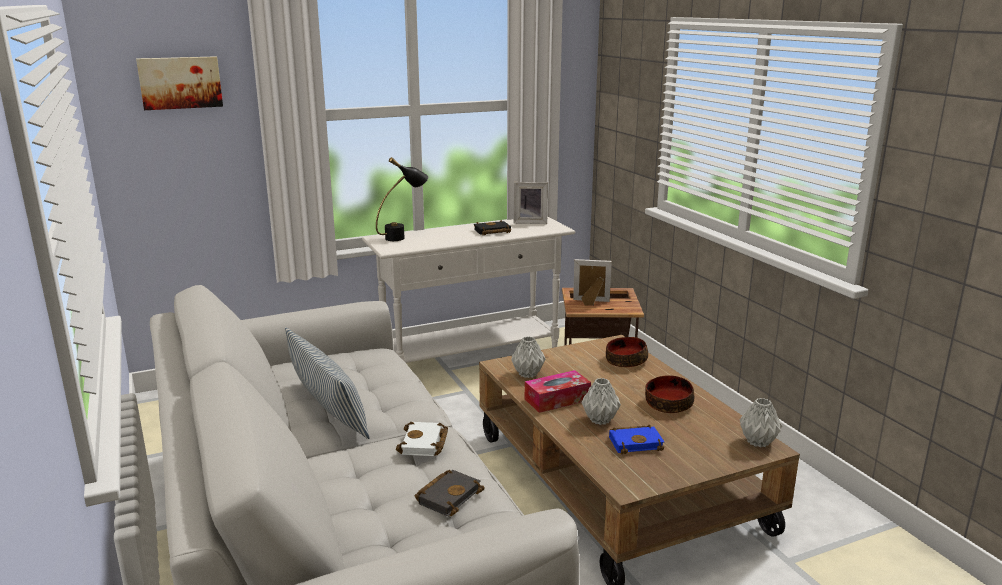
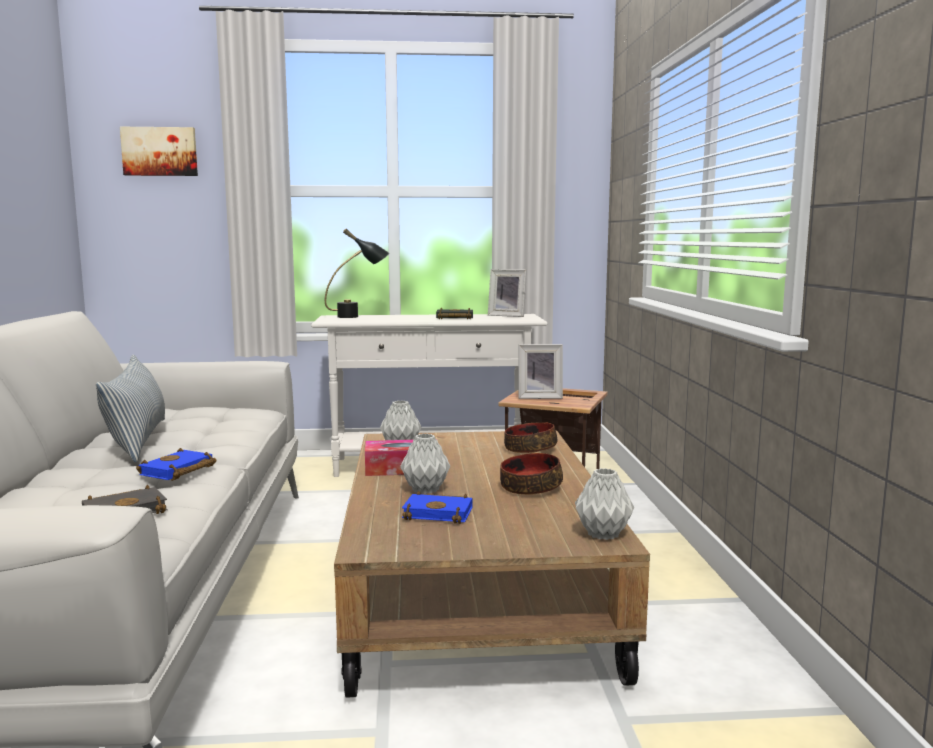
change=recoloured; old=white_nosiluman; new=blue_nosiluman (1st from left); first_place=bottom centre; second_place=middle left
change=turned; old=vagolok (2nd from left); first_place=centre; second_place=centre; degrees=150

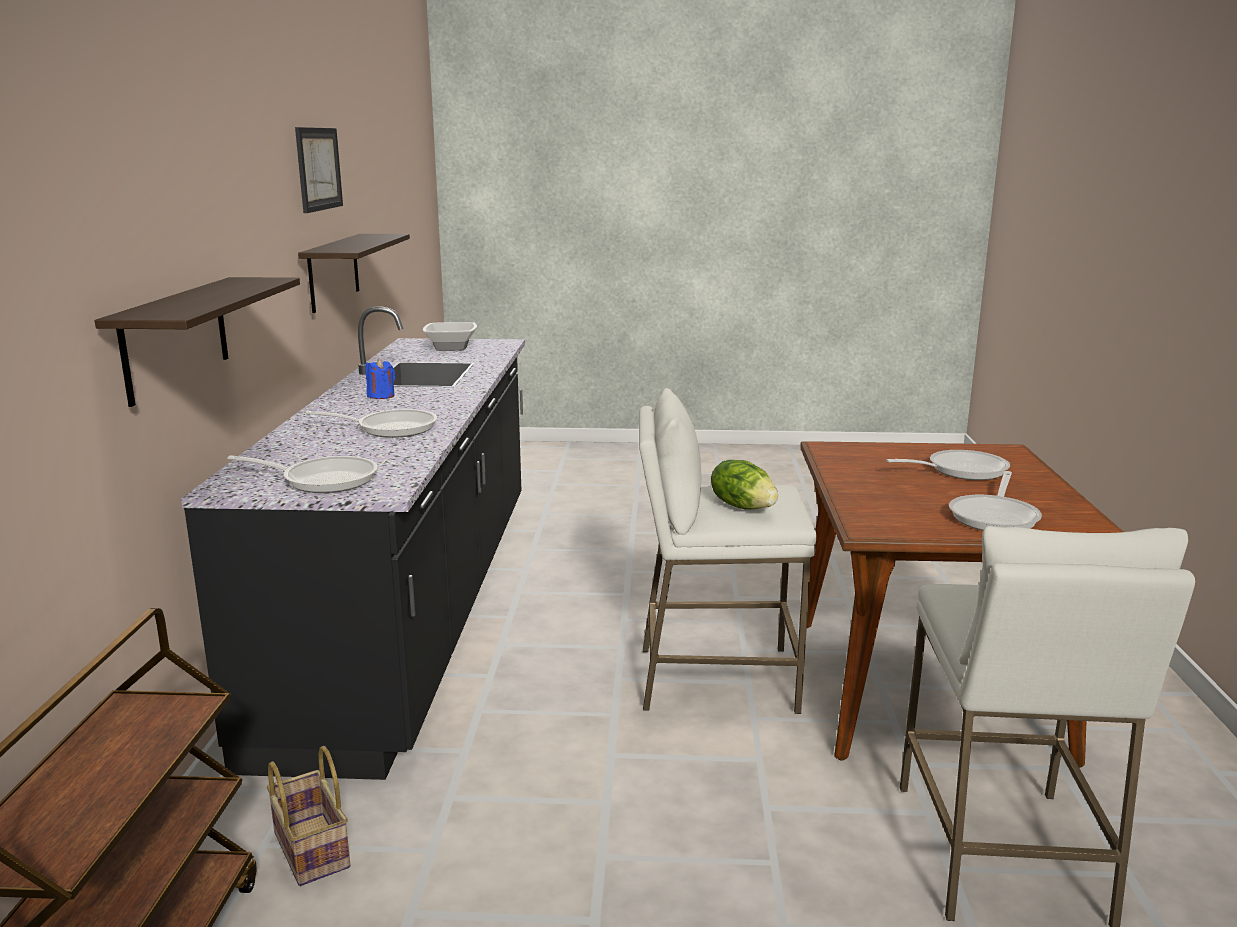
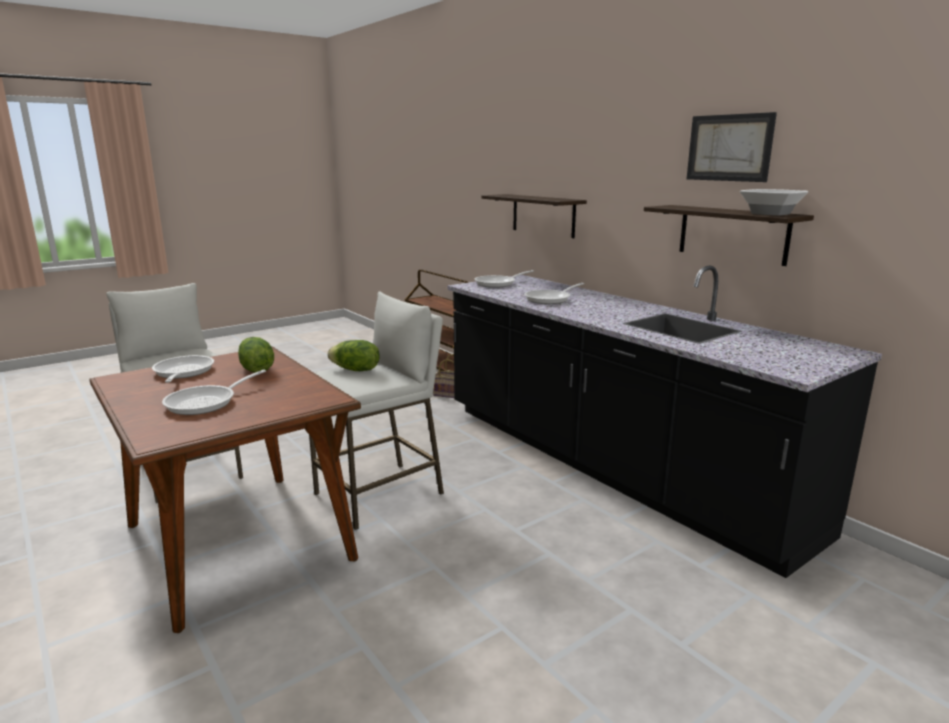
change=removed; old=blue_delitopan; first_place=middle left
change=added; new=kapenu (1st from left); second_place=middle left
change=moved; old=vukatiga; first_place=centre; second_place=top right

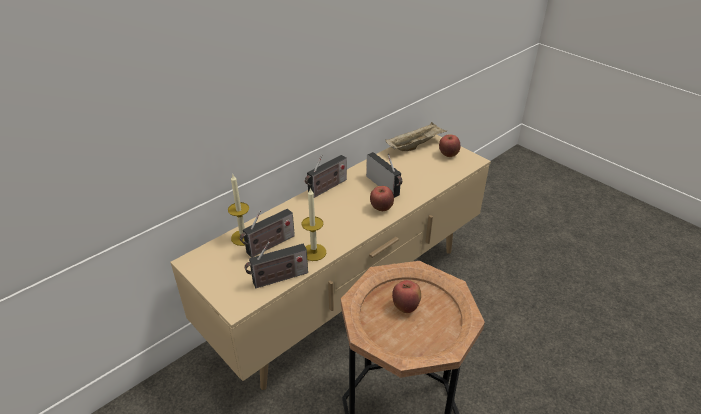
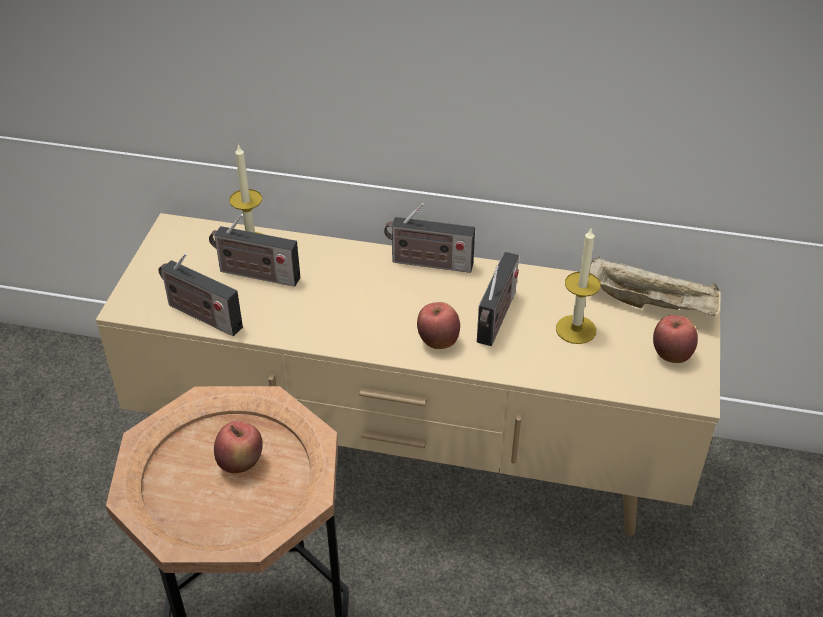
change=moved; old=delitopan (2nd from left); first_place=centre; second_place=middle right

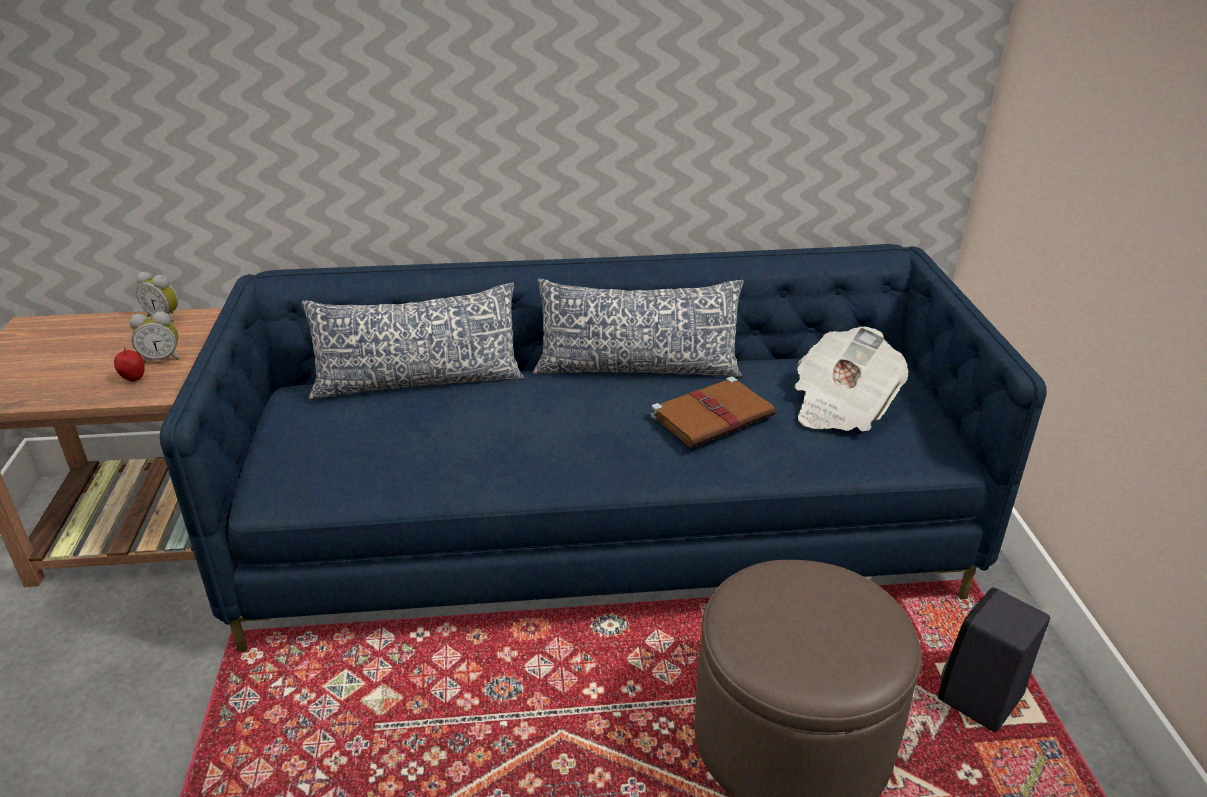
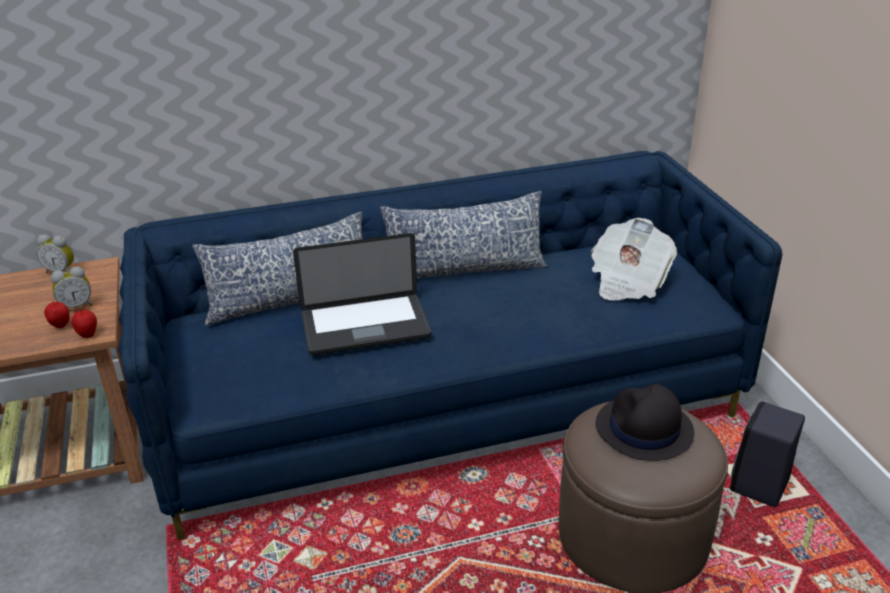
change=removed; old=brown_nosiluman; first_place=centre
change=added; new=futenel (2nd from left); second_place=middle left
change=added; new=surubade; second_place=centre
change=added; new=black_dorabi; second_place=bottom right

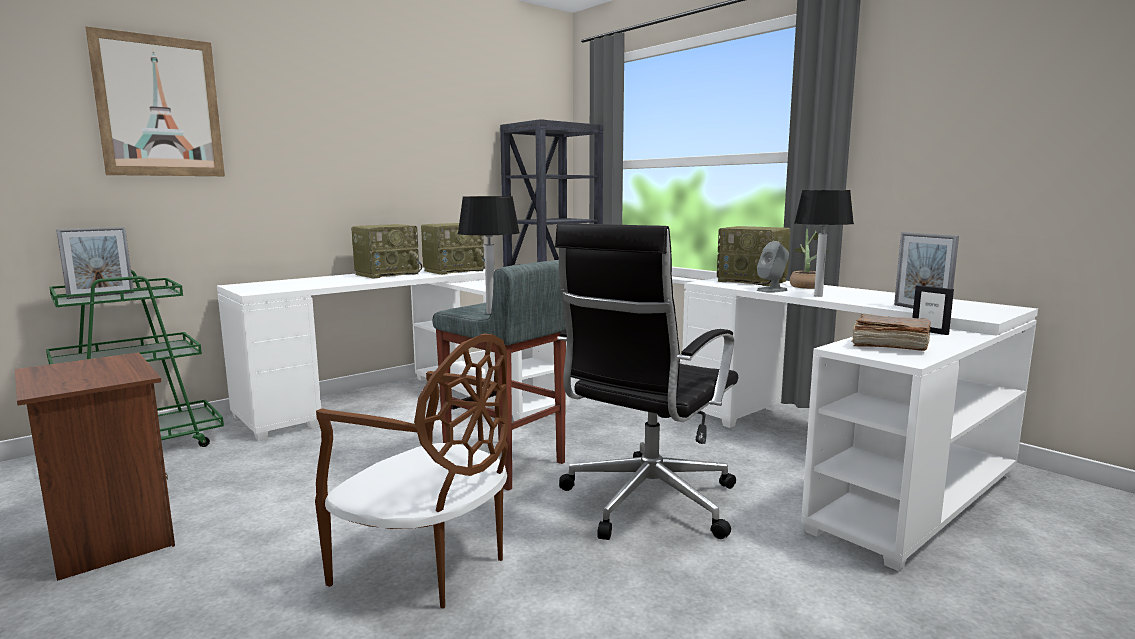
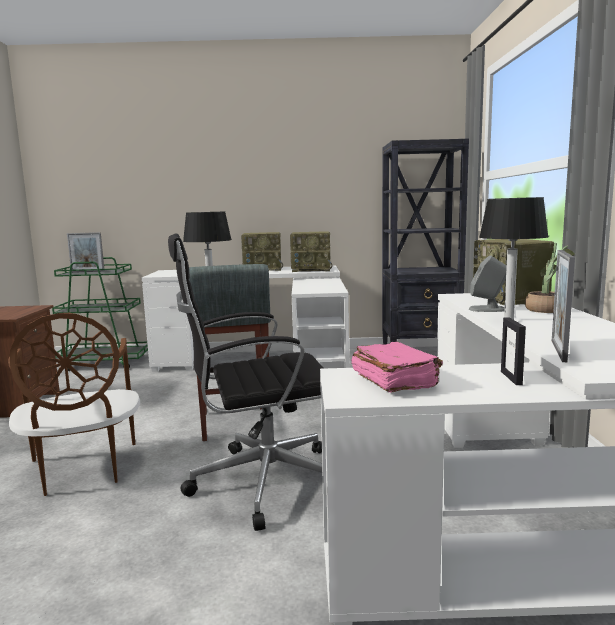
change=removed; old=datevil; first_place=top left
change=recoloured; old=brown_nosiluman; new=pink_nosiluman; first_place=middle right; second_place=centre

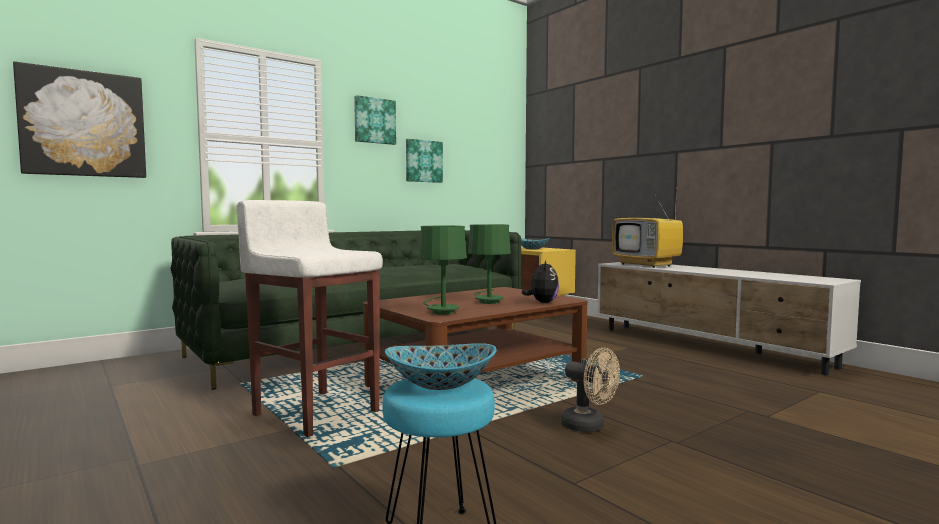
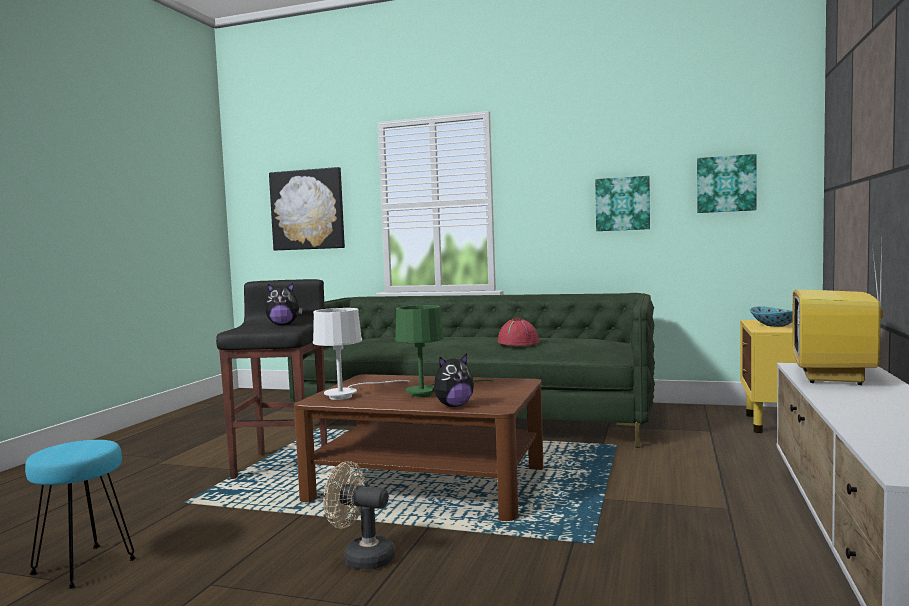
change=removed; old=vukatiga (1st from left); first_place=bottom centre
change=added; new=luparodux (1st from left); second_place=middle left
change=added; new=red_dorabi; second_place=centre
change=moved; old=datevil (2nd from left in the first image); new=datevil (3rd from left); first_place=top centre; second_place=top right
change=recoloured; old=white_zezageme; new=black_zezageme; first_place=middle left; second_place=middle left
change=recoloured; old=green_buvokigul (1st from left); new=white_buvokigul; first_place=centre; second_place=centre
change=turned; old=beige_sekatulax; first_place=bottom centre; second_place=bottom centre; degrees=105

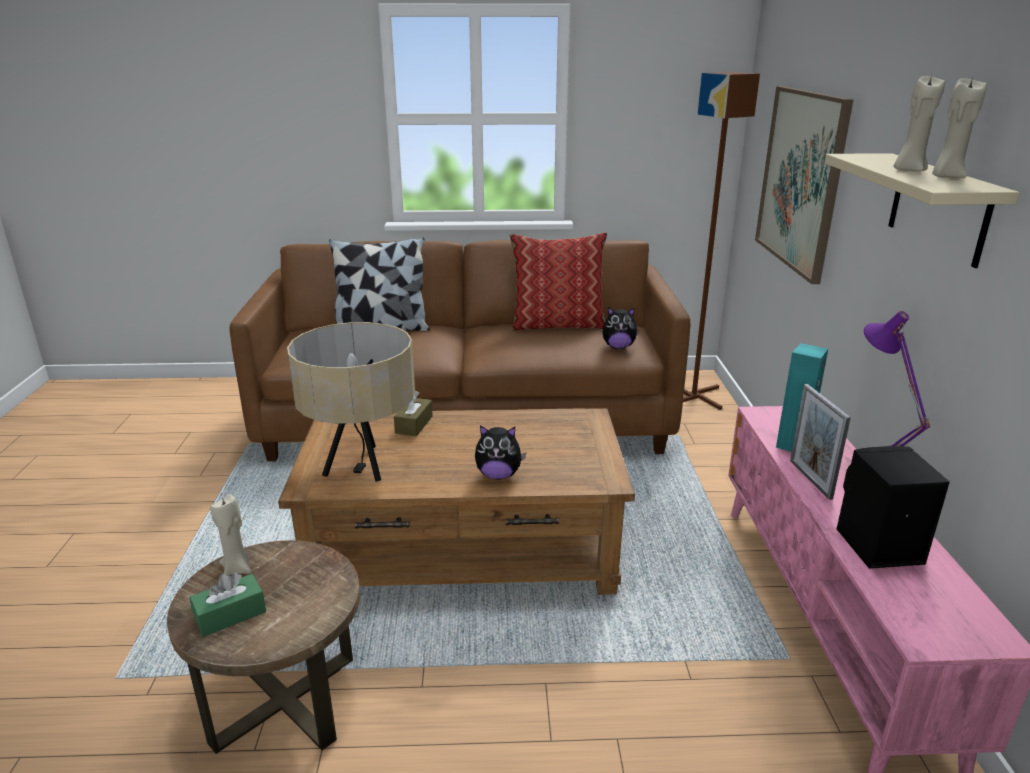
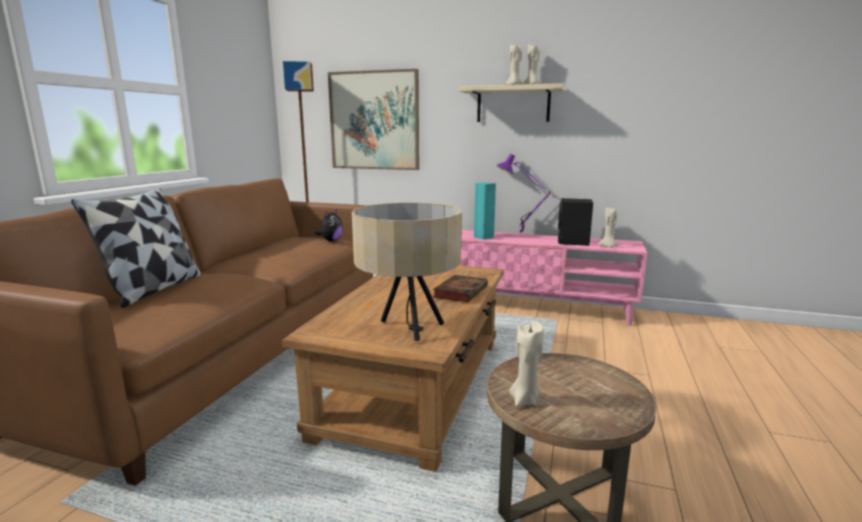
change=removed; old=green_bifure; first_place=bottom left
change=removed; old=brown_bifure; first_place=centre
change=removed; old=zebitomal (2nd from left); first_place=centre
change=removed; old=vagolok; first_place=middle right
change=added; new=beige_delitopan (4th from left); second_place=middle right
change=replaced; old=luparodux (1st from left); new=nosiluman; first_place=centre; second_place=centre

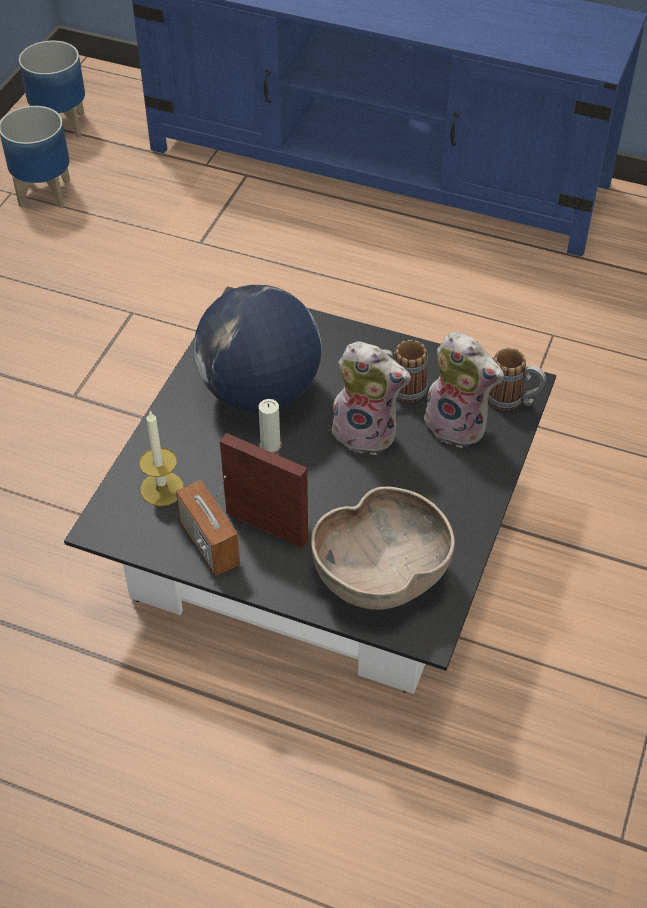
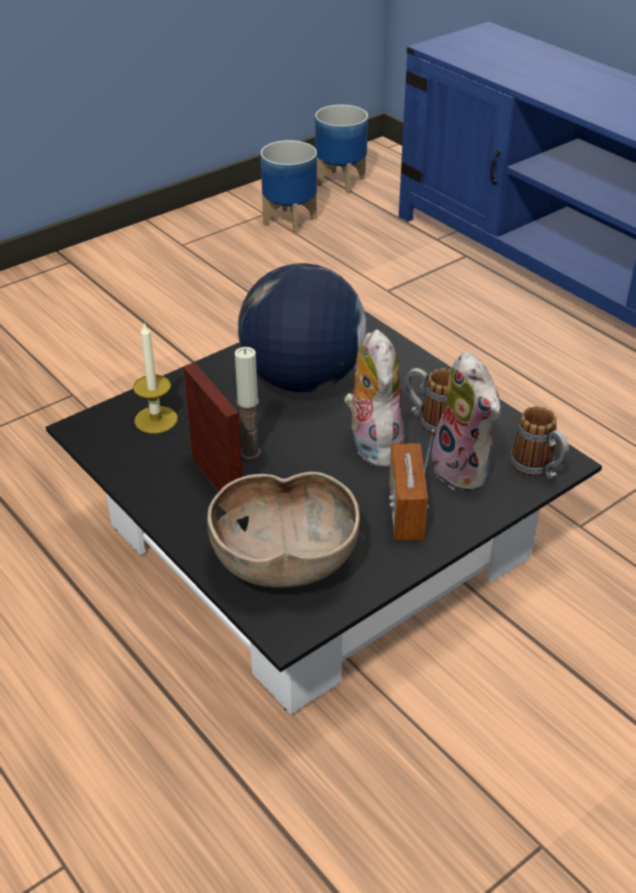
change=moved; old=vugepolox; first_place=middle left; second_place=centre
change=turned; old=luparodux (1st from left); first_place=centre; second_place=centre; degrees=-150

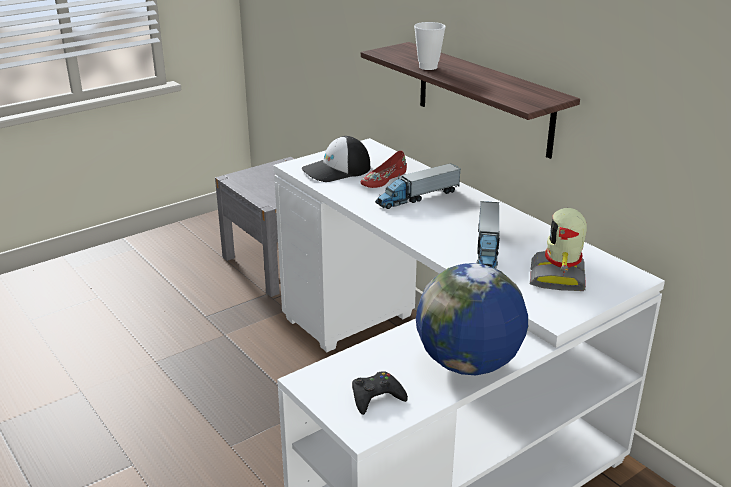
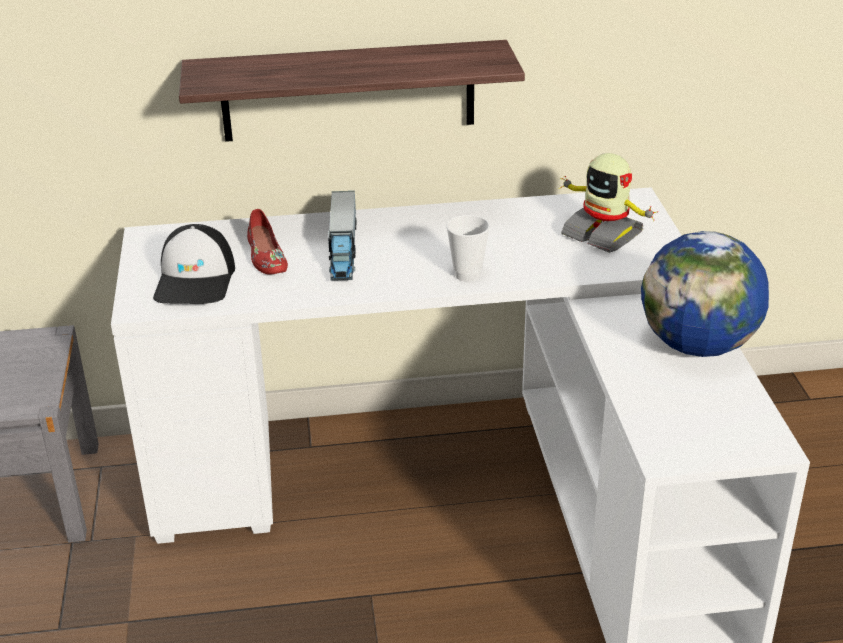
change=removed; old=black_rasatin; first_place=bottom centre
change=removed; old=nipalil (2nd from left); first_place=middle right
change=moved; old=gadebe; first_place=top centre; second_place=centre

